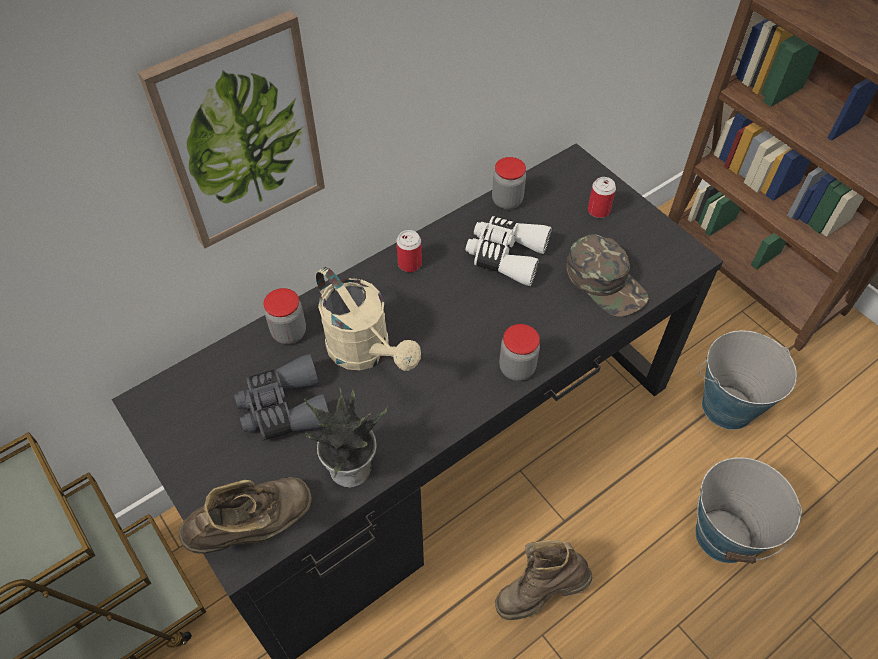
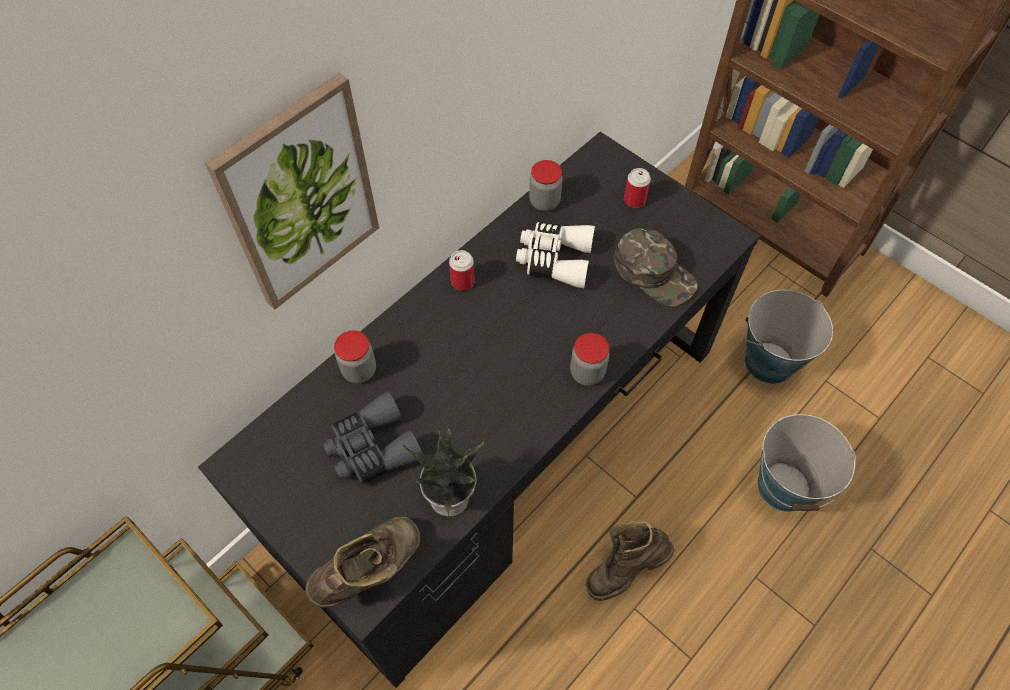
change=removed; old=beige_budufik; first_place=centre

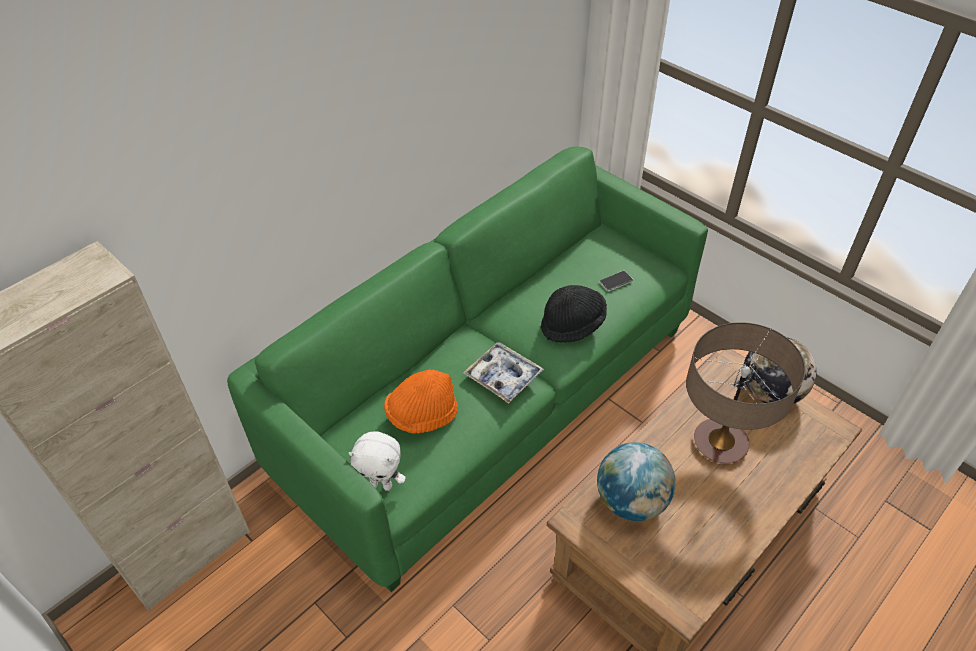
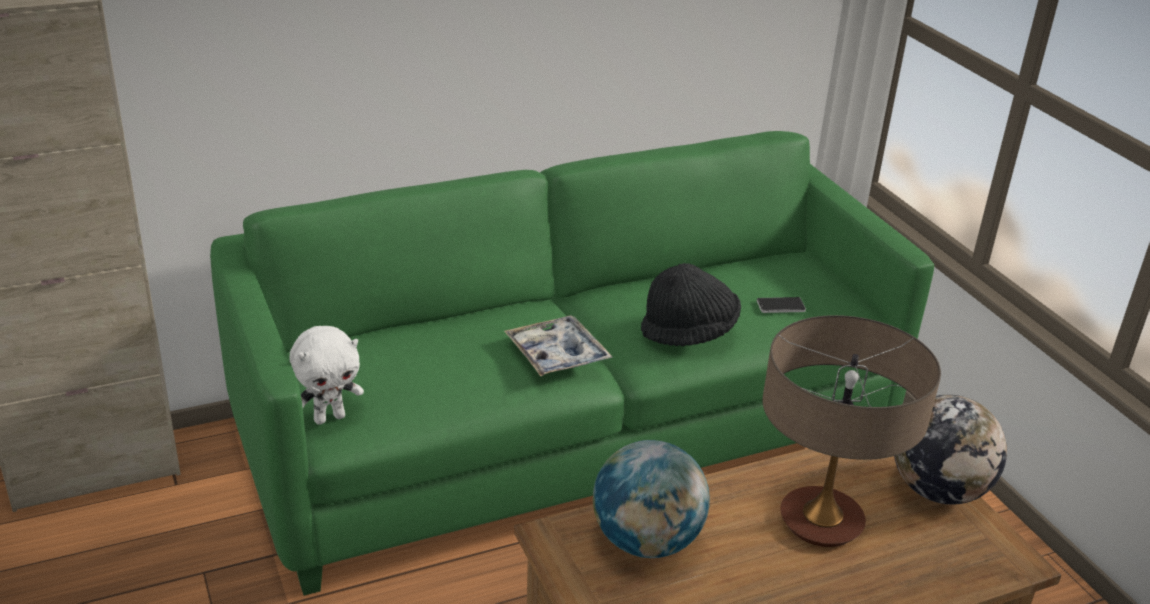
change=removed; old=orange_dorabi; first_place=centre
change=turned; old=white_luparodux; first_place=bottom centre; second_place=middle left; degrees=-60

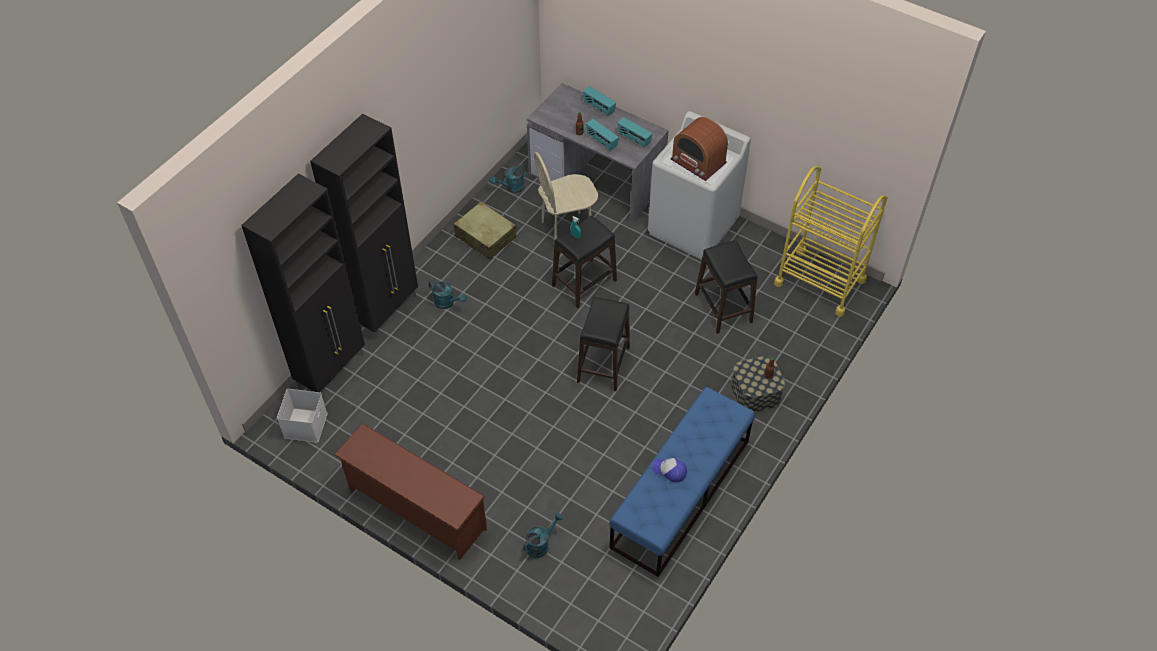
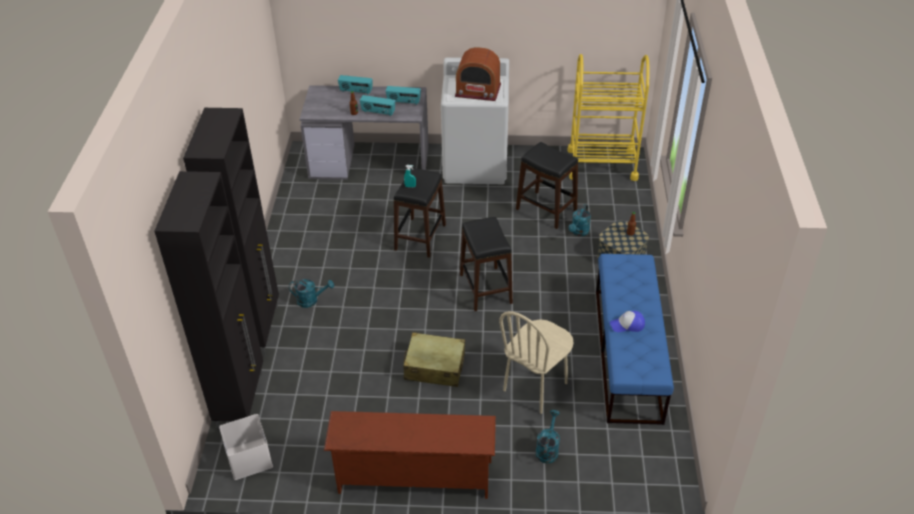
change=moved; old=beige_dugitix; first_place=centre; second_place=bottom centre
change=moved; old=turquoise_budufik (2nd from left in the first image); new=turquoise_budufik (3rd from left); first_place=top centre; second_place=centre
change=moved; old=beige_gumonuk; first_place=top centre; second_place=bottom centre

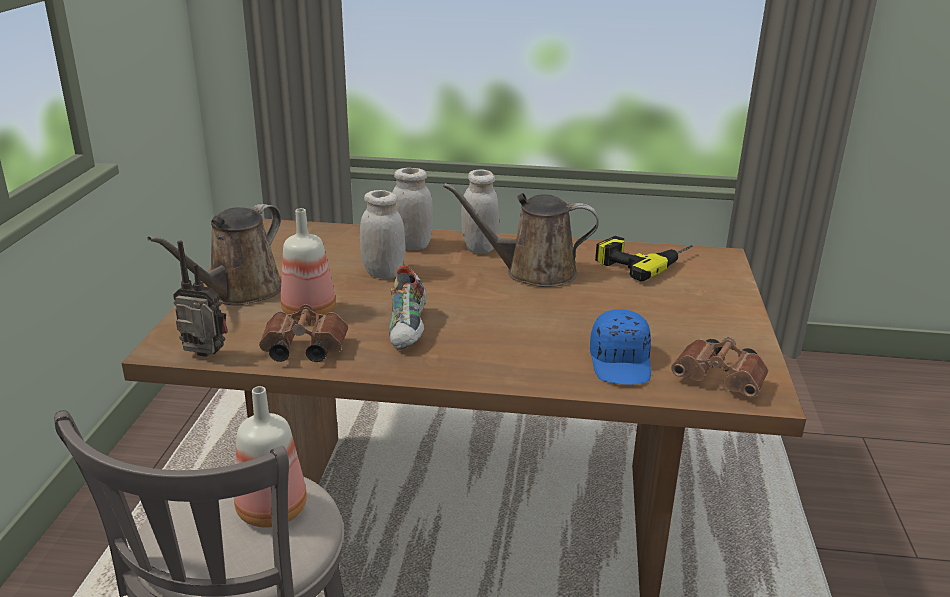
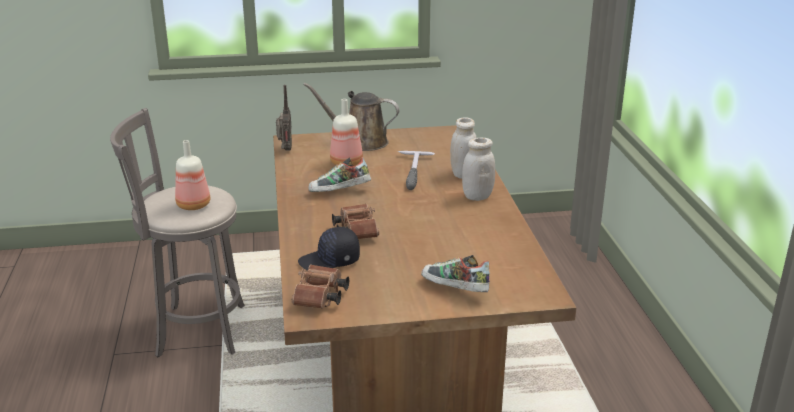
change=removed; old=brown_budufik (2nd from left); first_place=centre
change=removed; old=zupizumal; first_place=middle right
change=added; new=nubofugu (2nd from left); second_place=centre
change=moved; old=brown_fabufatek (1st from left in the first image); new=brown_fabufatek (2nd from left); first_place=middle left; second_place=centre
change=replaced; old=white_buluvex (1st from left); new=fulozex; first_place=centre; second_place=centre
change=recoloured; old=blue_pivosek; new=black_pivosek; first_place=centre; second_place=centre

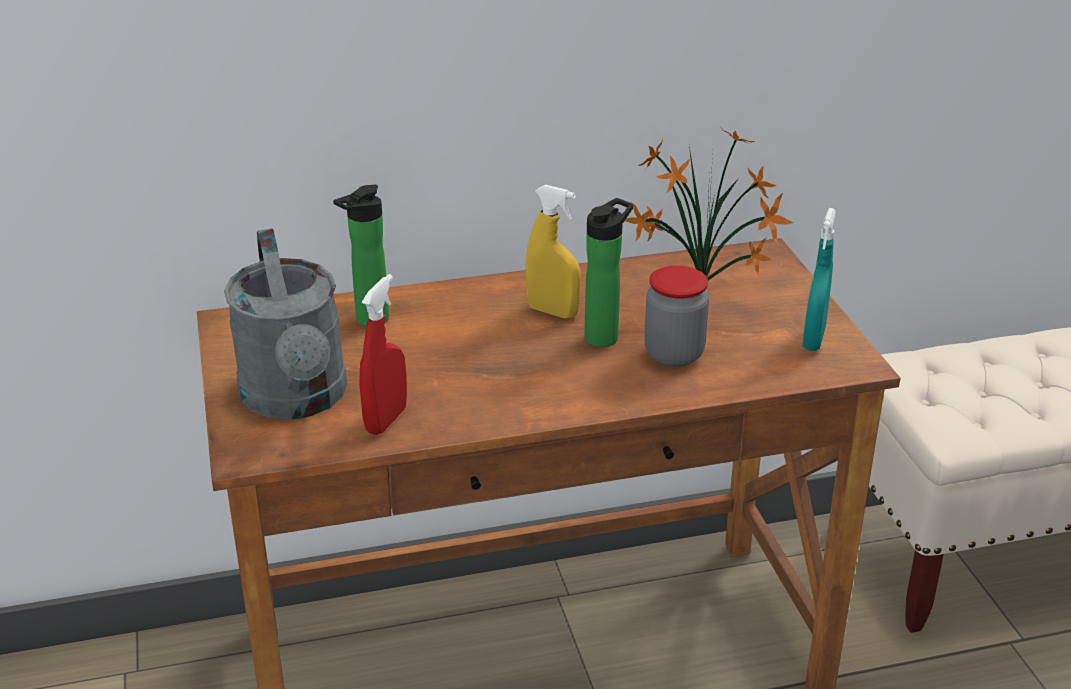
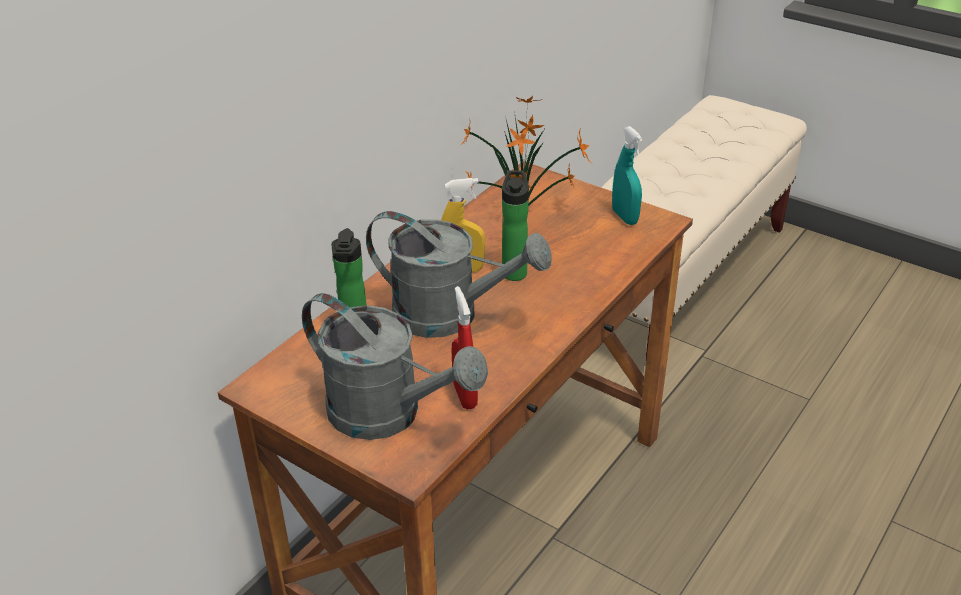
change=removed; old=buluvex; first_place=centre
change=added; new=grey_budufik (2nd from left); second_place=centre

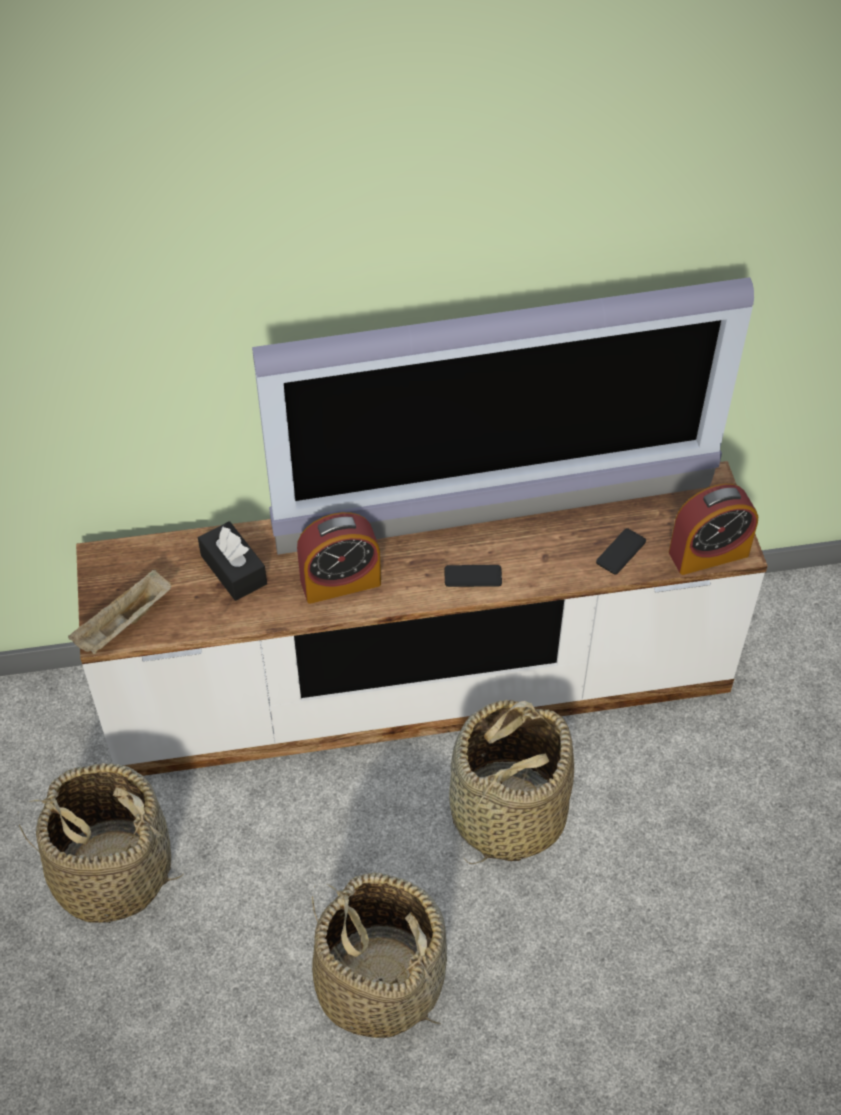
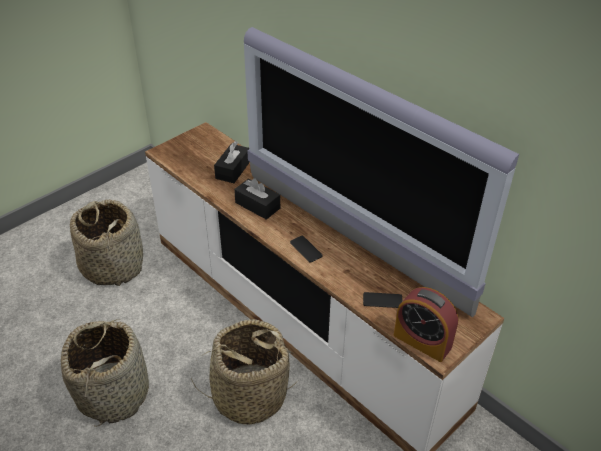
change=removed; old=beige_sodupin; first_place=middle left
change=replaced; old=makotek (1st from left); new=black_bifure (2nd from left); first_place=centre; second_place=centre

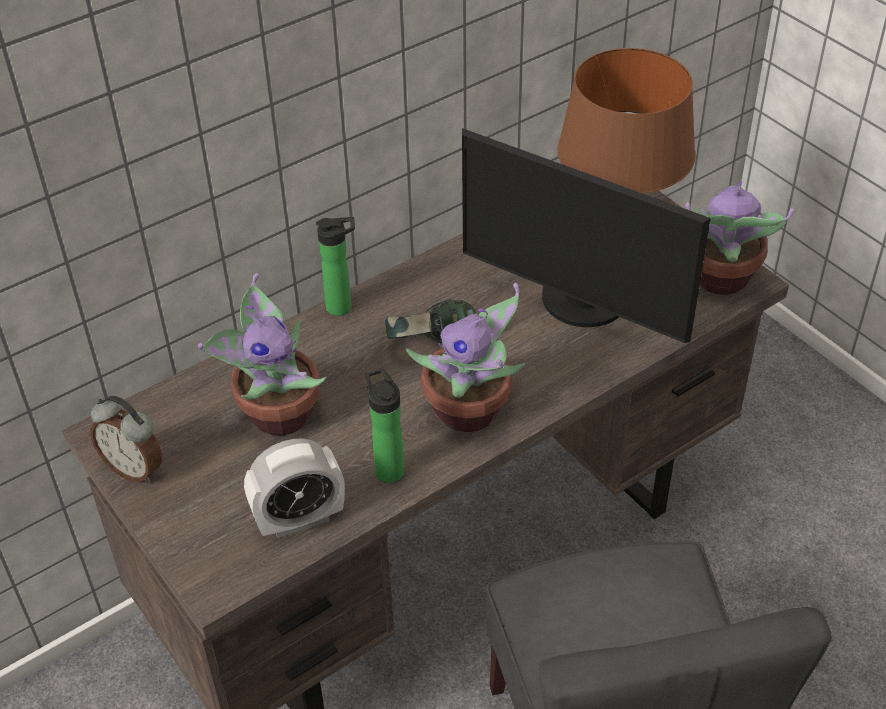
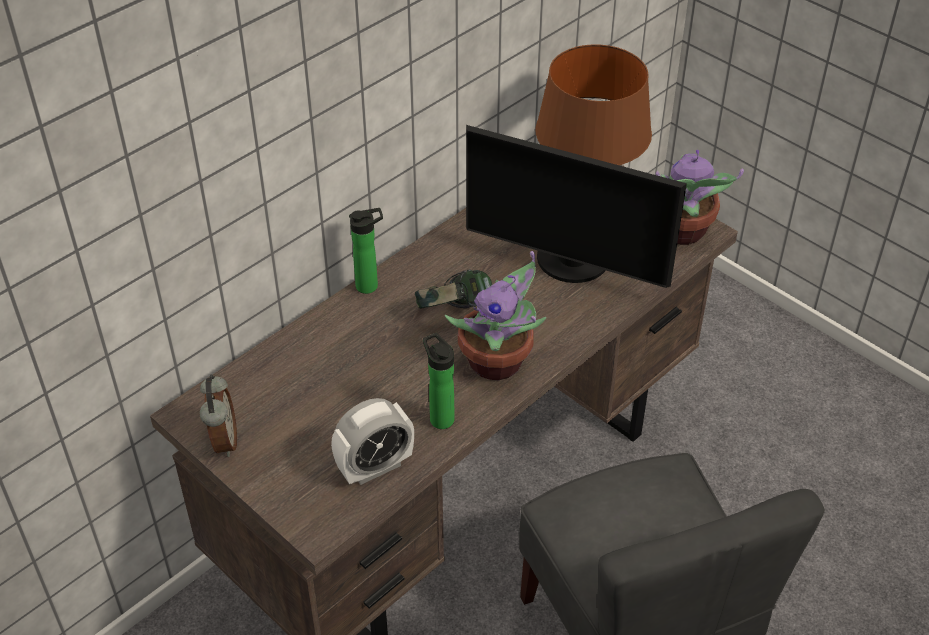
change=removed; old=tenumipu (1st from left); first_place=middle left
change=turned; old=makotek (1st from left); first_place=middle left; second_place=middle left; degrees=-120

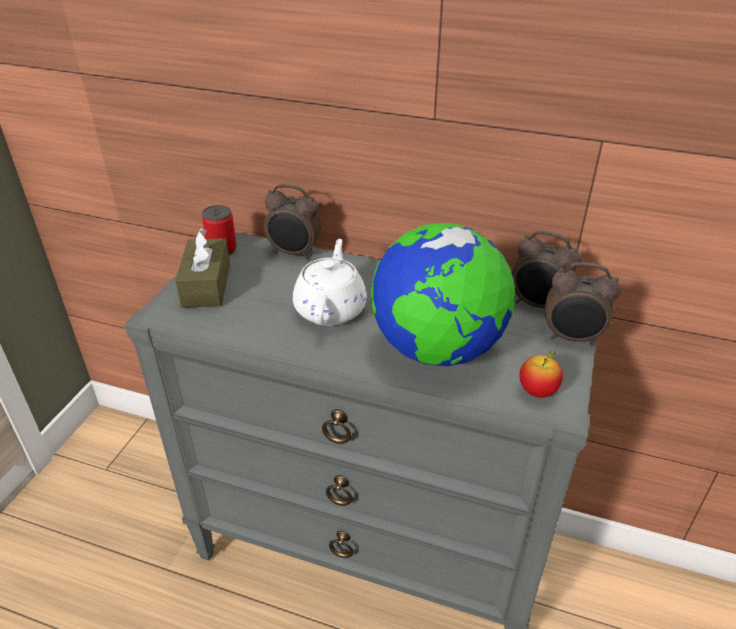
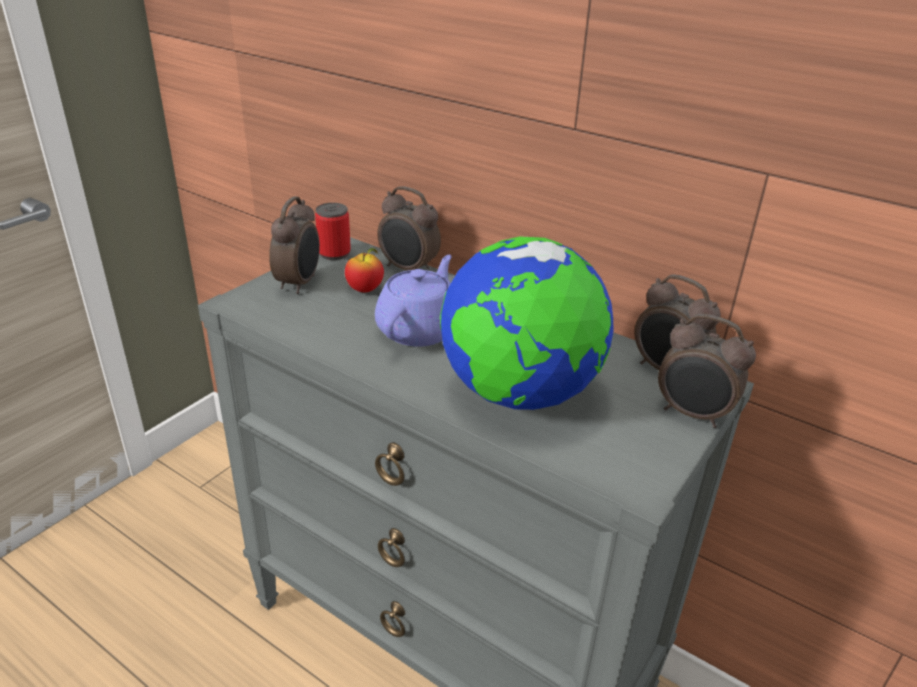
change=moved; old=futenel; first_place=middle right; second_place=centre
change=replaced; old=brown_bifure; new=makotek (1st from left); first_place=middle left; second_place=middle left
change=recoloured; old=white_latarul; new=purple_latarul; first_place=centre; second_place=centre

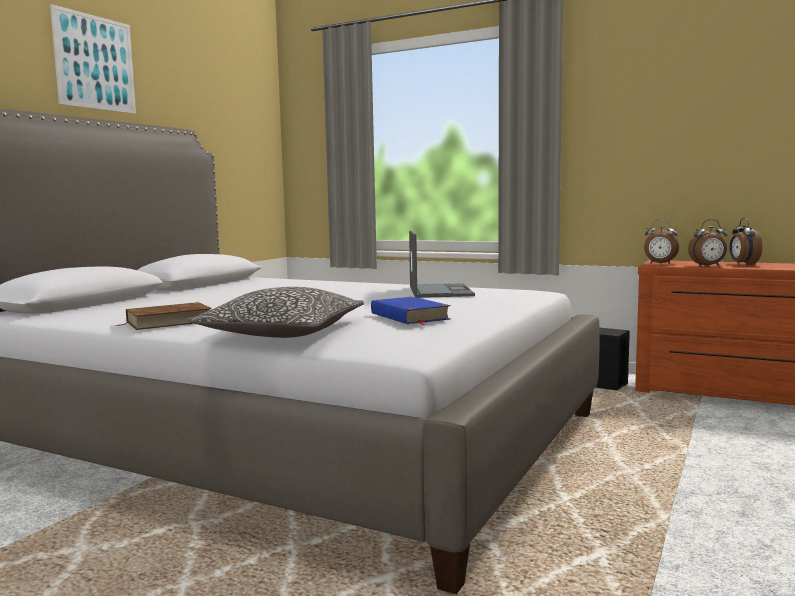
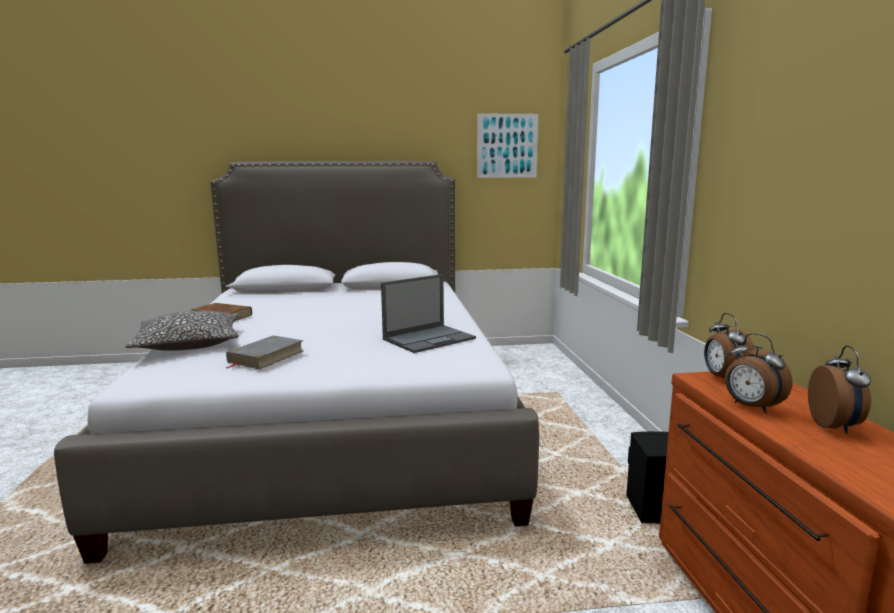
change=moved; old=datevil; first_place=top left; second_place=top centre
change=recoloured; old=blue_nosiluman; new=grey_nosiluman; first_place=centre; second_place=middle left
change=turned; old=makotek (3rd from left); first_place=middle right; second_place=middle right; degrees=135

